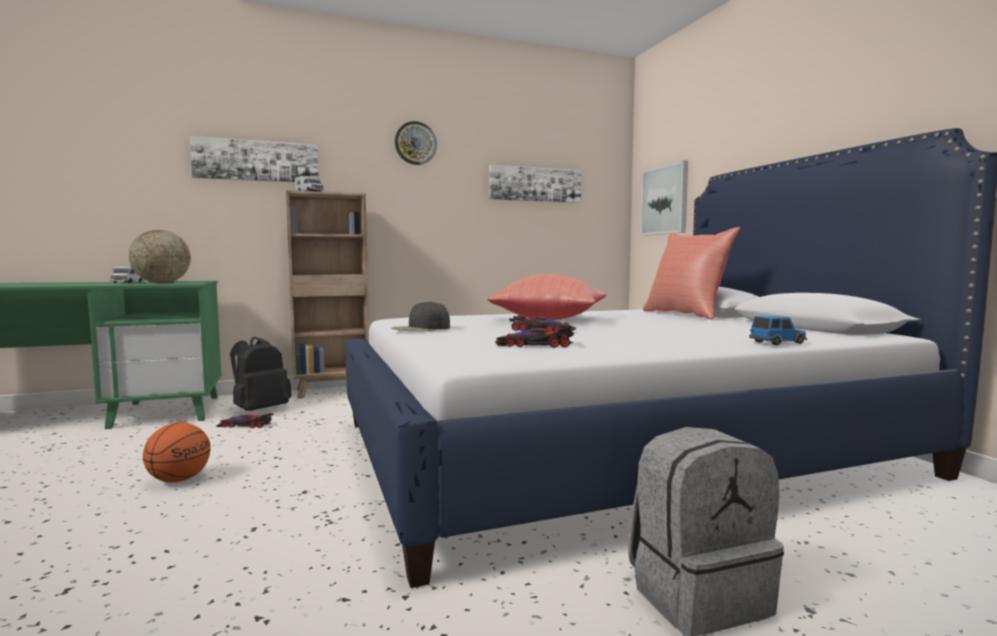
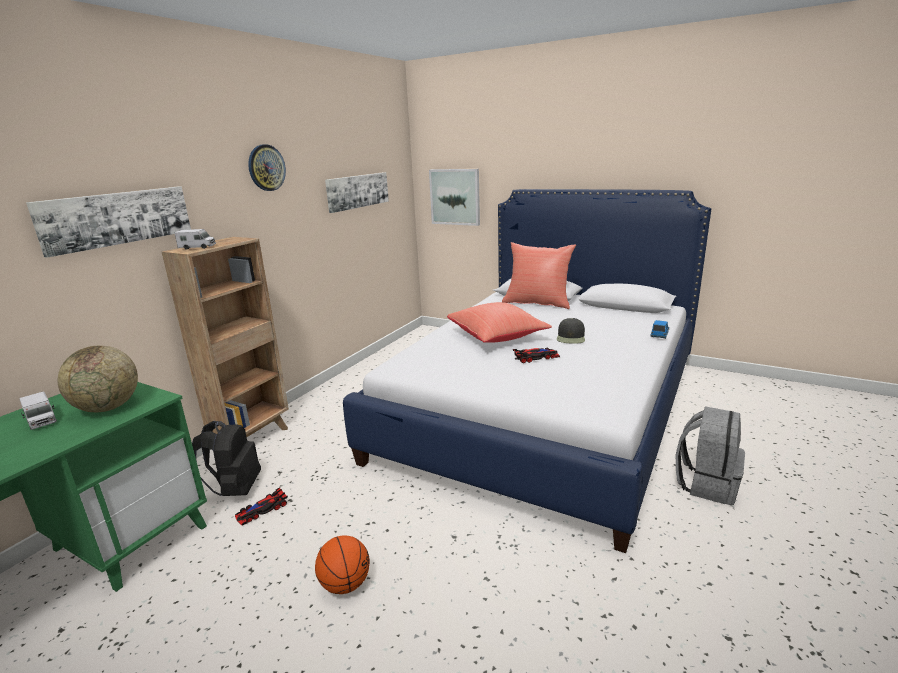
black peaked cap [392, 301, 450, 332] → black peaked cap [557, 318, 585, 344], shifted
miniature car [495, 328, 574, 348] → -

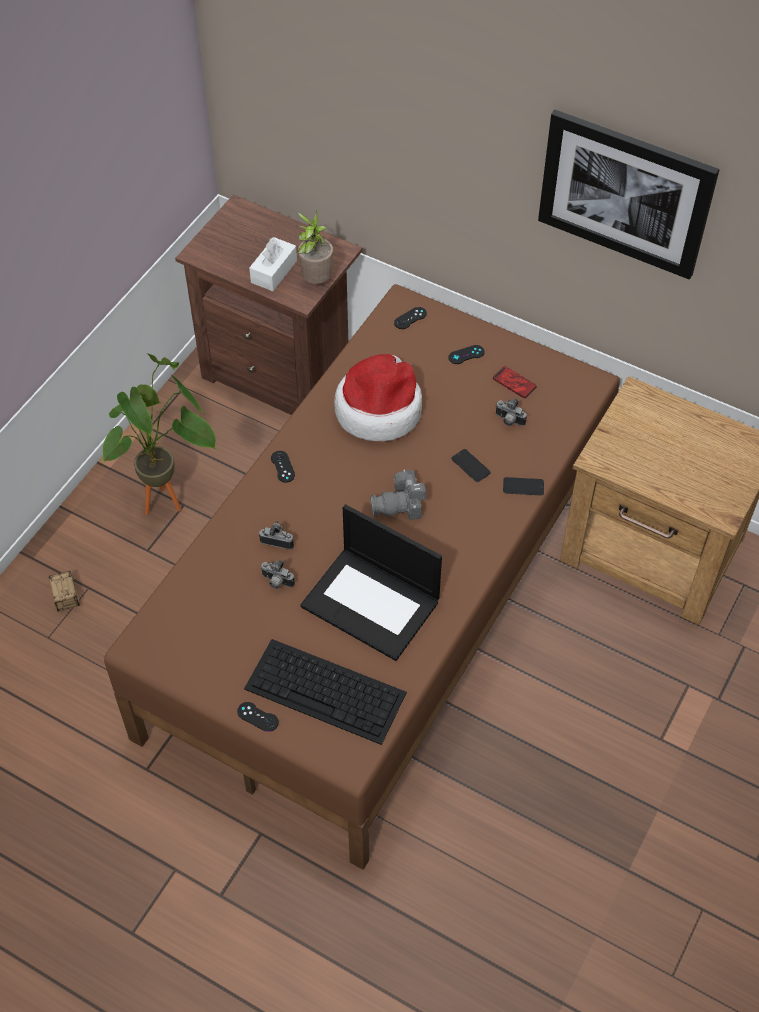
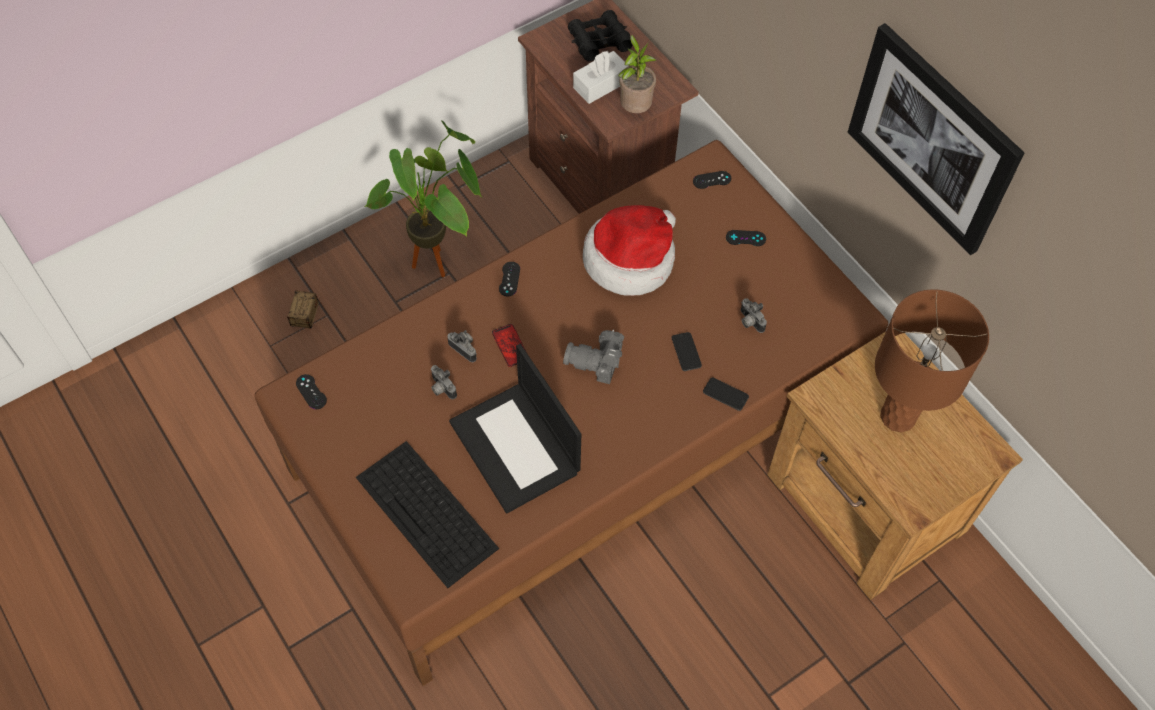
black gamepad [237, 702, 279, 732] → black gamepad [296, 374, 327, 409], shifted
phone [493, 366, 536, 398] → phone [492, 324, 527, 367], shifted
- → black binoculars [568, 10, 632, 61]
- → brown tabletop lamp [875, 289, 989, 432]

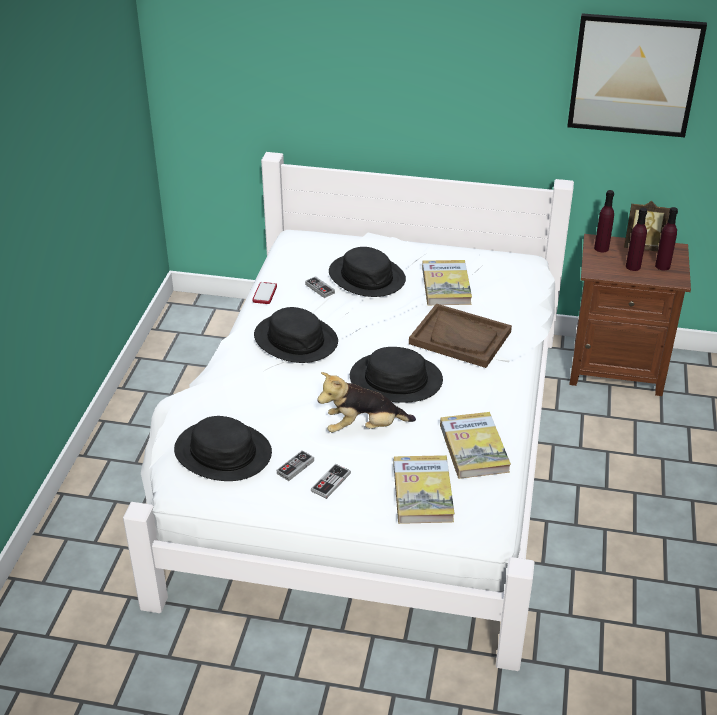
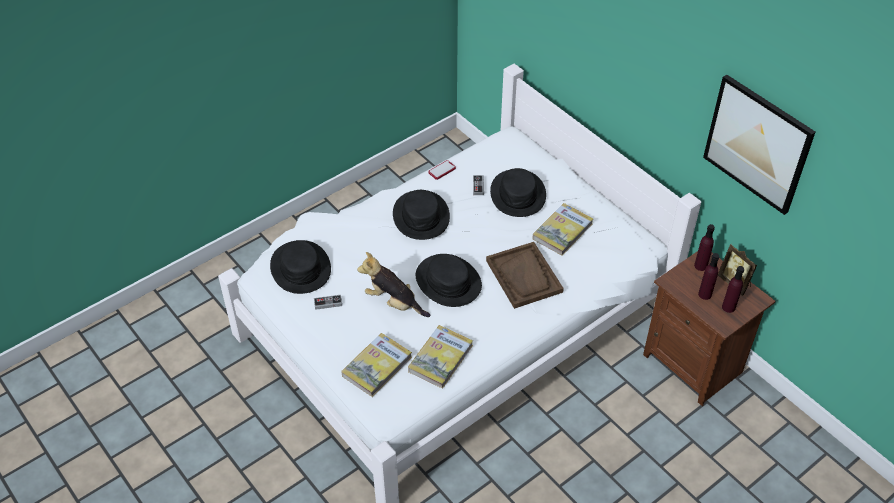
gamepad [311, 464, 351, 499] → -

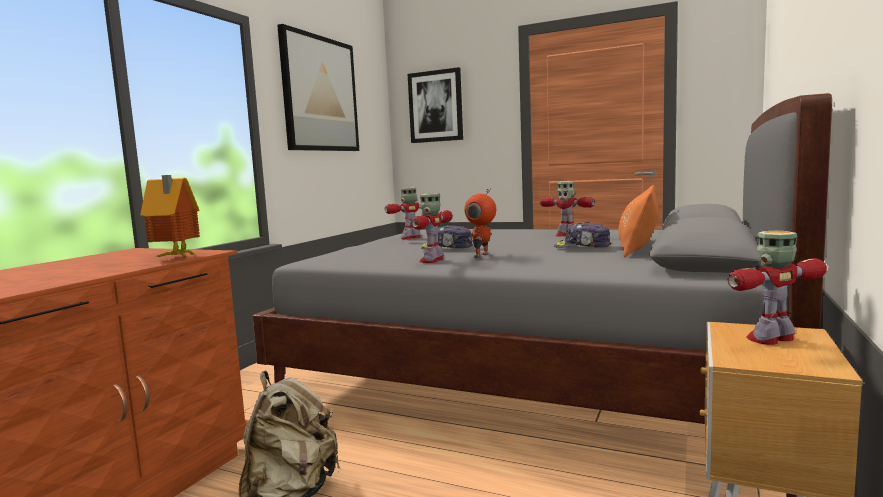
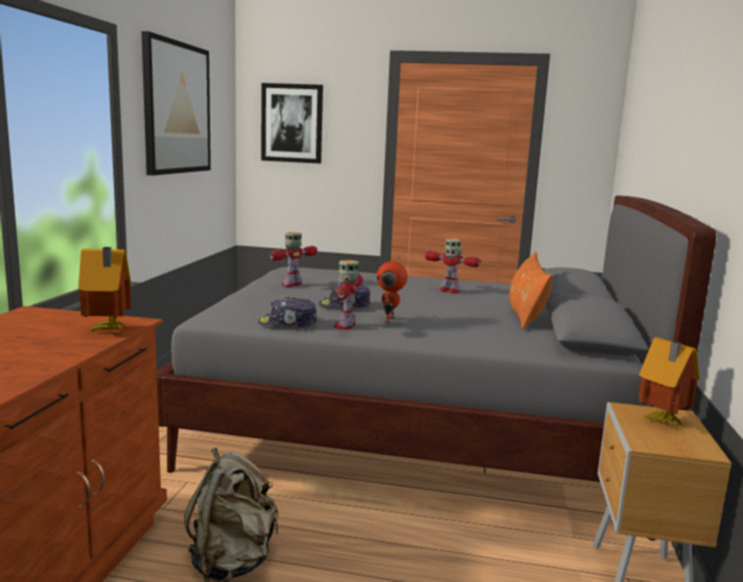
peaked cap [554, 222, 611, 248] → peaked cap [258, 297, 317, 327], shifted
model robot [728, 231, 827, 345] → miniature house [638, 337, 700, 429]

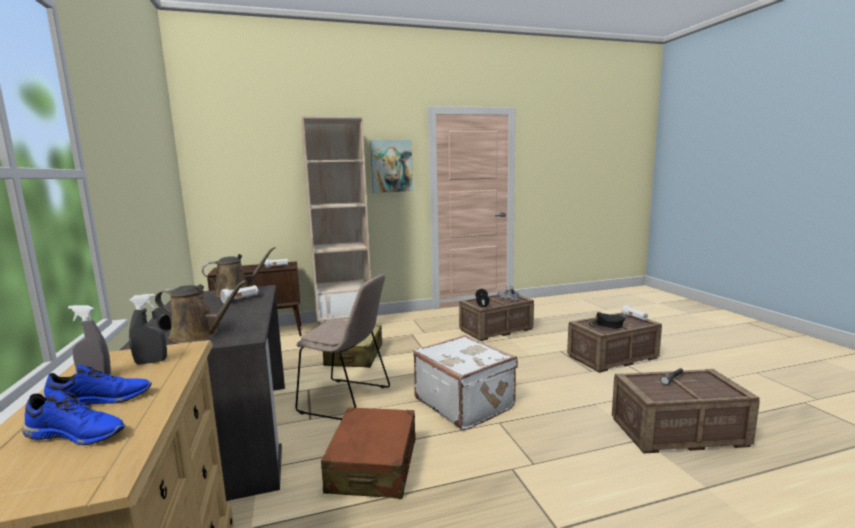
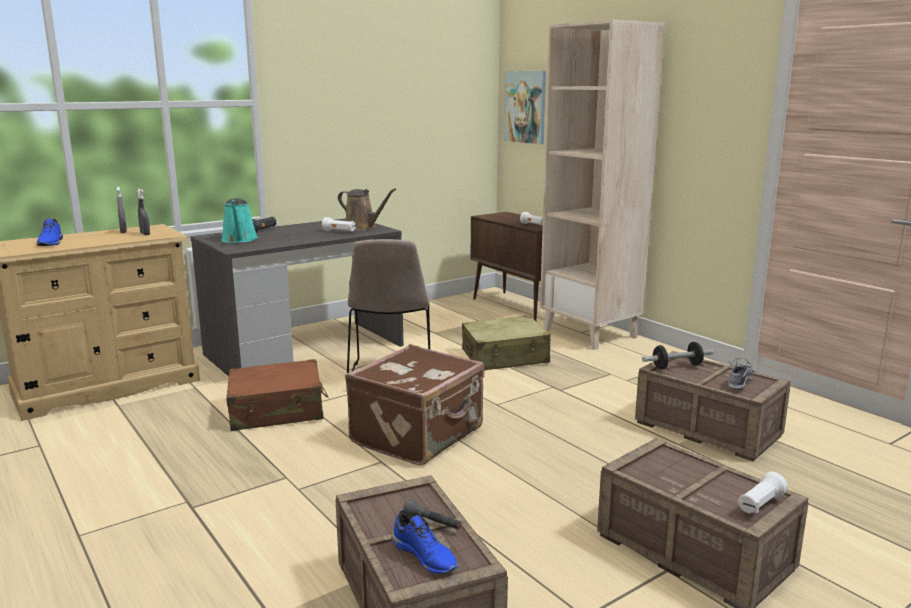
brown sprinkling can [155, 280, 247, 343] → turquoise sprinkling can [221, 198, 258, 243]
white piece of luggage [413, 335, 518, 430] → brown piece of luggage [345, 344, 484, 466]
blue-coloured shoe [44, 365, 152, 405] → blue-coloured shoe [391, 510, 458, 574], shifted
wall picture [370, 140, 413, 193] → wall picture [504, 71, 546, 144], shifted
black peaked cap [589, 312, 625, 329] → -

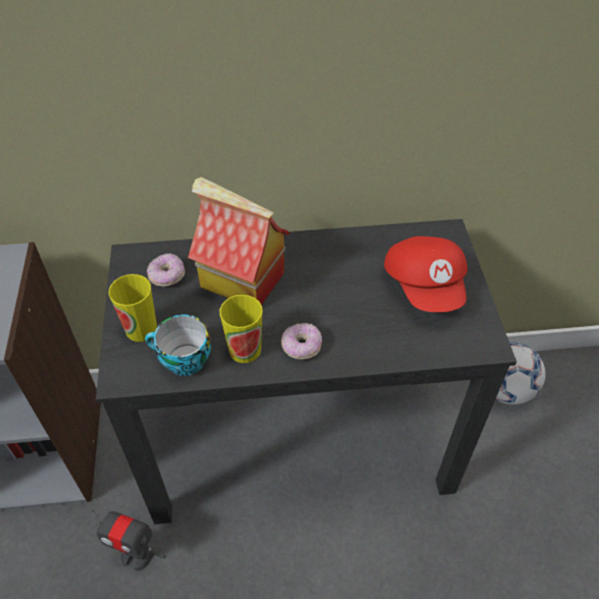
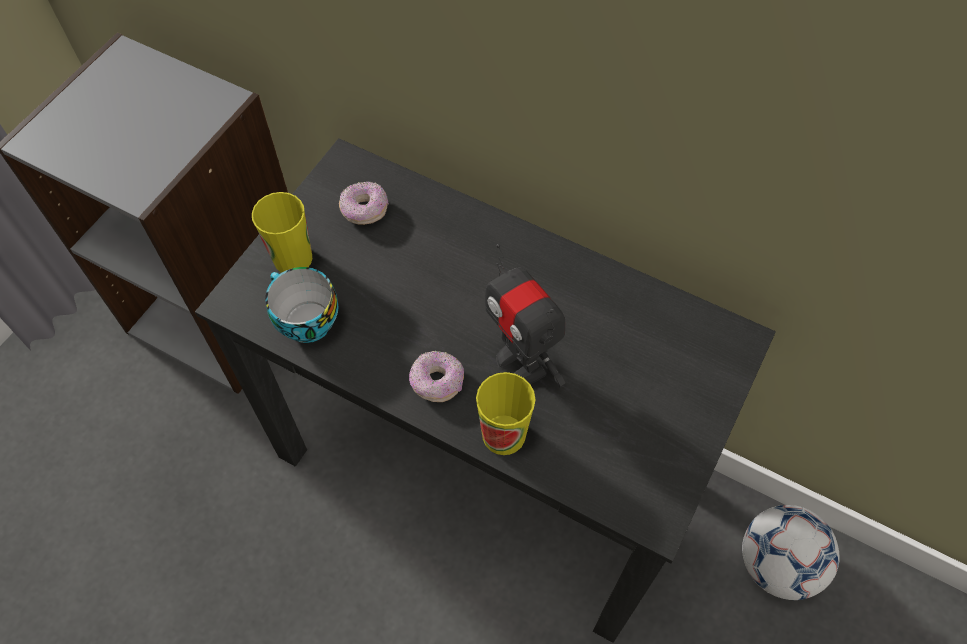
drinking cup [220, 295, 263, 363] → drinking cup [476, 372, 535, 455], shifted
model robot [91, 510, 166, 571] → model robot [485, 244, 565, 387], shifted
miniature house [188, 177, 291, 305] → -
red peaked cap [384, 236, 468, 312] → -

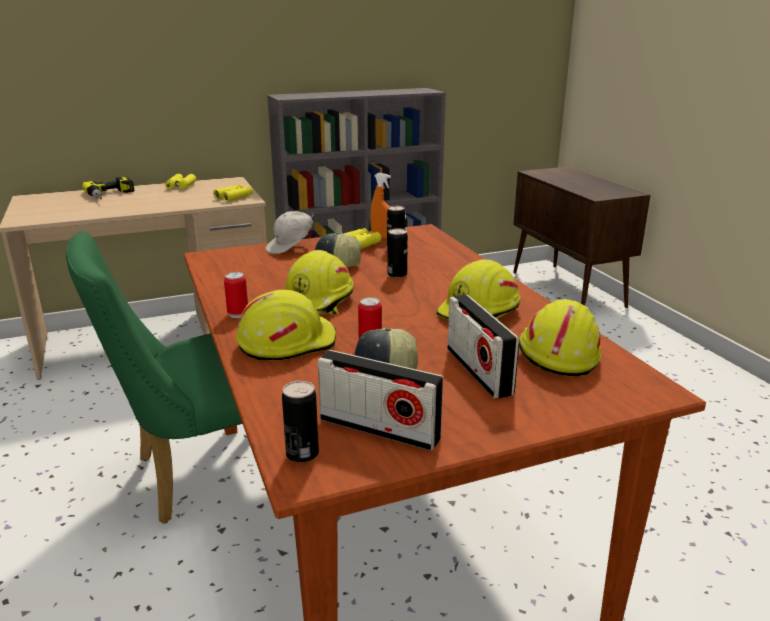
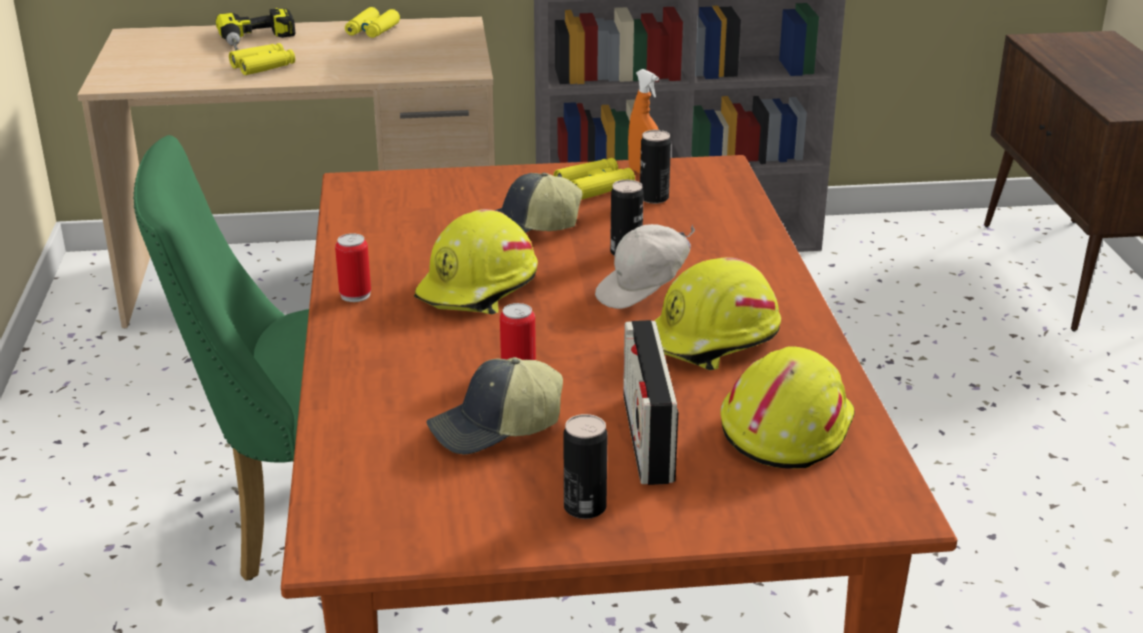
yellow binoculars [213, 185, 253, 202] → yellow binoculars [229, 43, 295, 75], shifted
can [282, 381, 319, 463] → can [564, 414, 608, 519], shifted
white peaked cap [265, 211, 314, 254] → white peaked cap [595, 224, 695, 309], shifted
yellow safety helmet [236, 290, 336, 361] → -
radio receiver [317, 350, 443, 451] → -

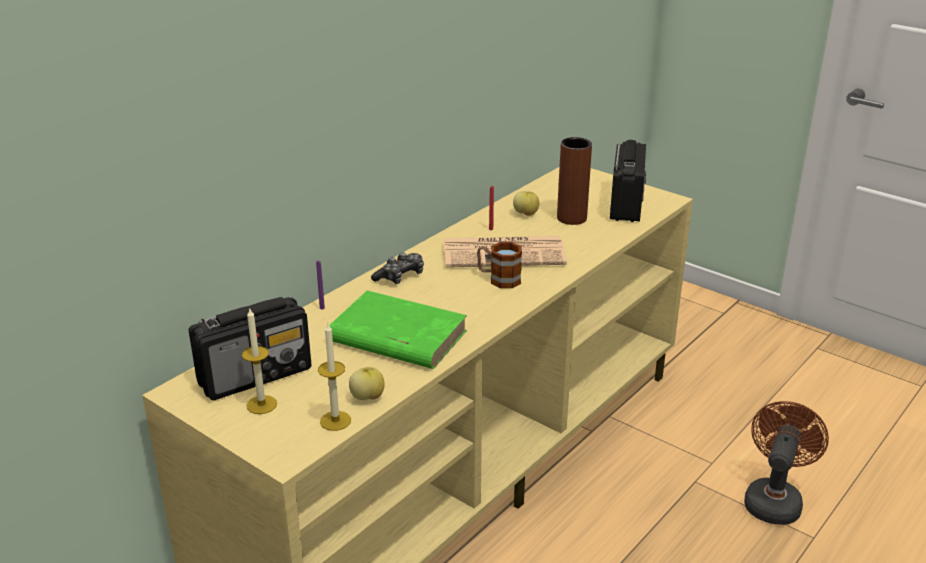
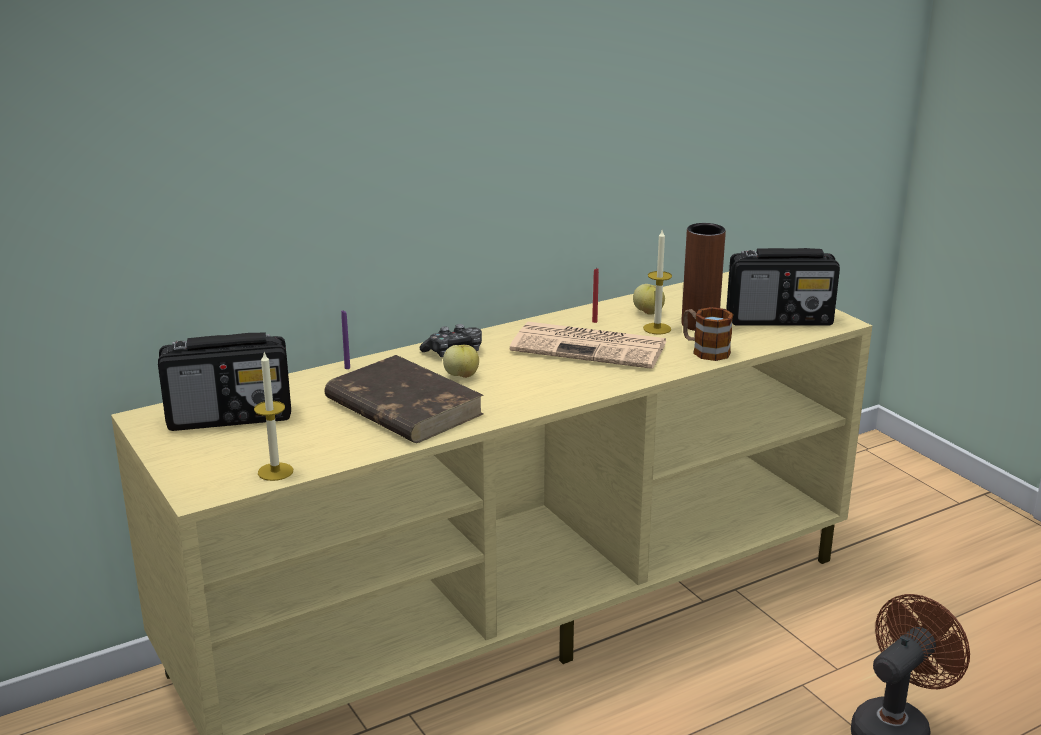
greenish book [329, 291, 467, 369] → brown book [324, 355, 484, 443]
whole apple [349, 367, 385, 400] → whole apple [443, 345, 479, 378], shifted
wax light [242, 307, 277, 414] → wax light [643, 230, 672, 334], shifted
tea mug [477, 242, 522, 288] → tea mug [683, 307, 734, 361], shifted
radio receiver [610, 140, 646, 222] → radio receiver [726, 248, 840, 326], 60 degrees clockwise

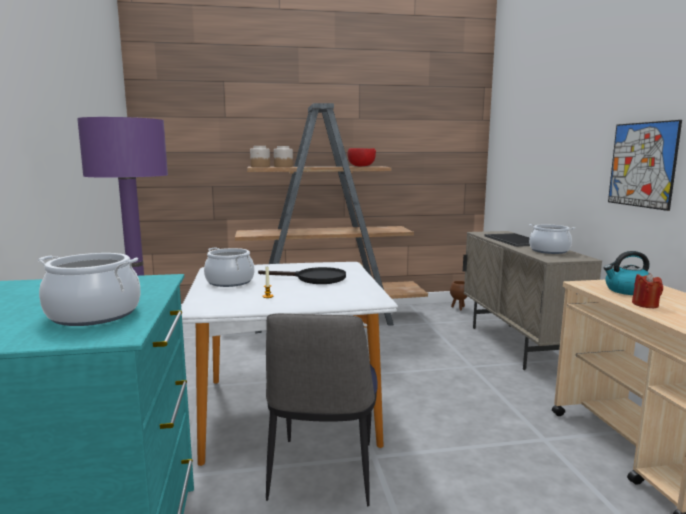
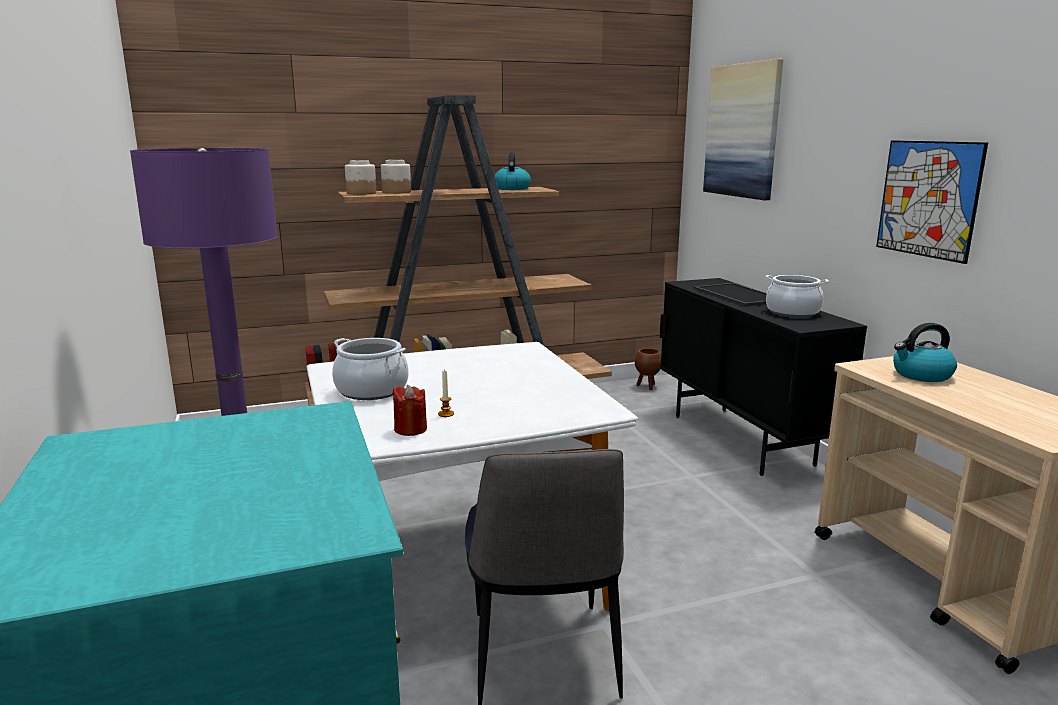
red wax light [632, 273, 663, 308] → red wax light [392, 385, 427, 436], shifted
red bowl [348, 148, 376, 166] → tea kettle [494, 152, 531, 190]
beige-coloured cupboard [463, 231, 602, 370] → black cupboard [660, 278, 867, 476]
- → wall picture [703, 59, 783, 200]
cooking pot [38, 253, 140, 326] → -
black skillet [258, 267, 346, 284] → -

